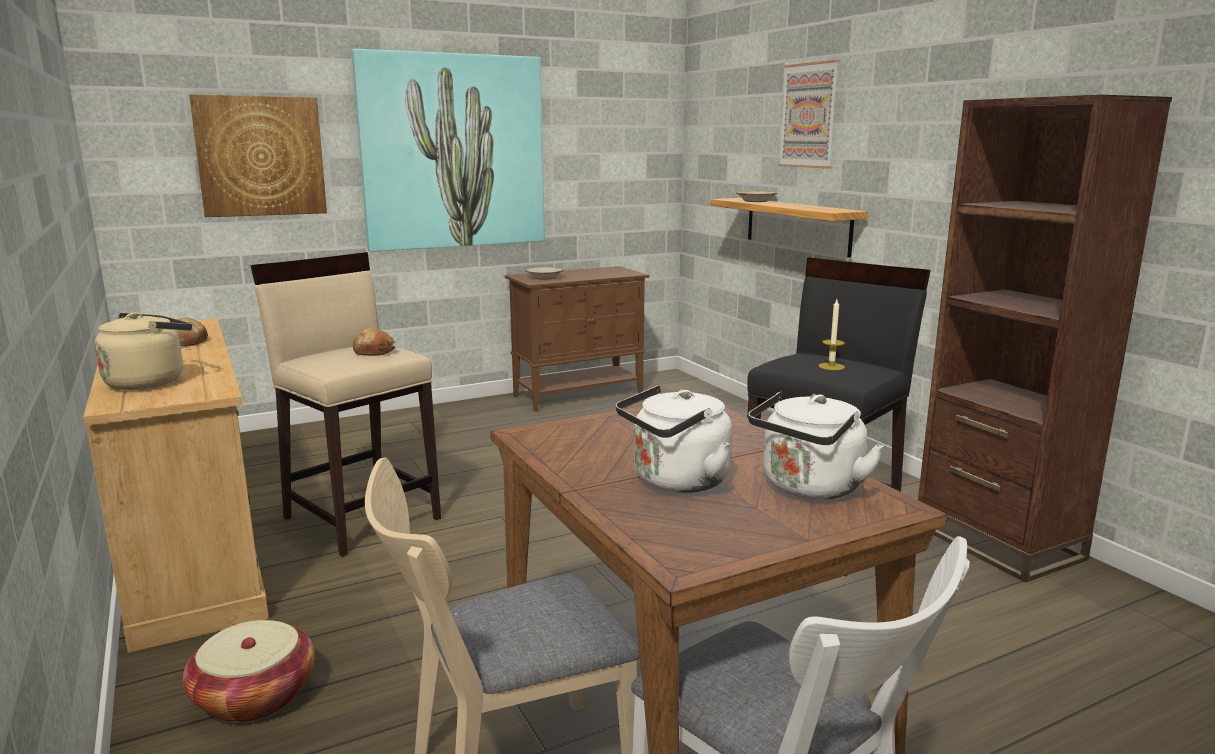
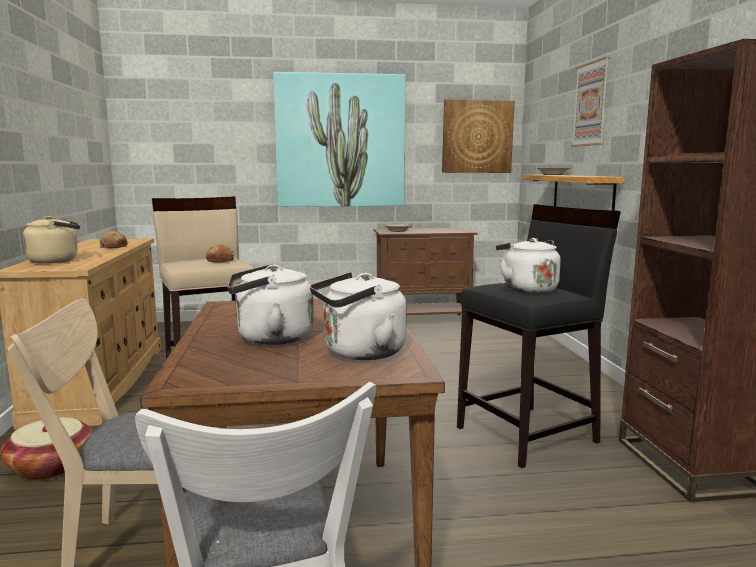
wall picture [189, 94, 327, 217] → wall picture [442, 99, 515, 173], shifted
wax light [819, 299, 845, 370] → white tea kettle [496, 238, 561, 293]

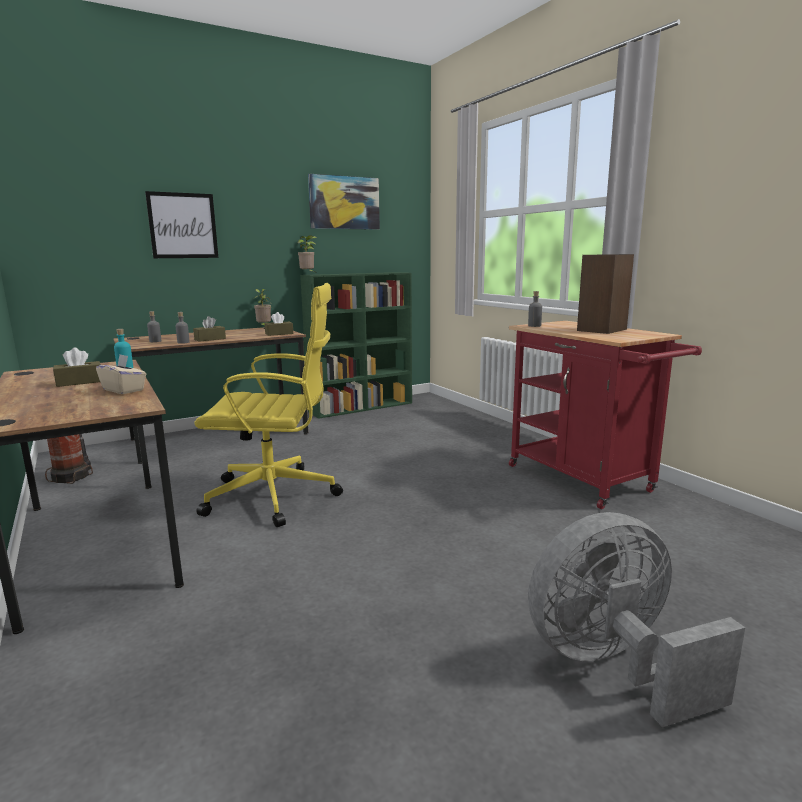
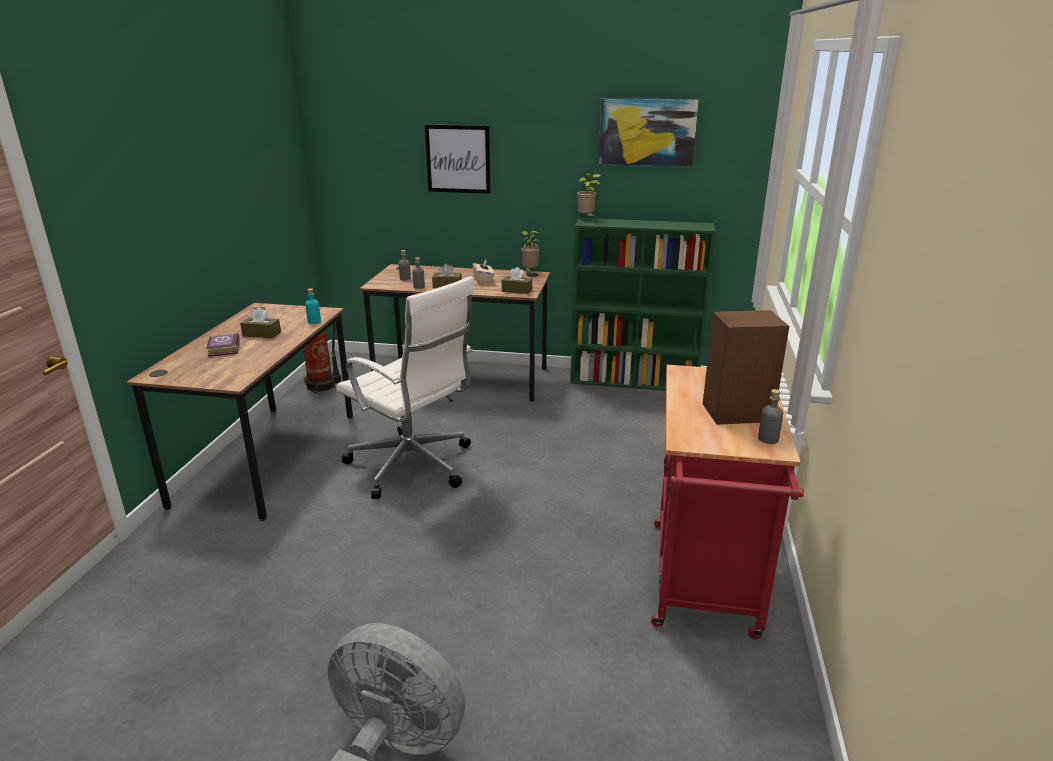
- → book [206, 333, 240, 357]
yellow computer chair [194, 283, 343, 527] → white computer chair [336, 276, 475, 499]
beige-coloured box of tissues [96, 354, 146, 394] → beige-coloured box of tissues [473, 259, 494, 284], shifted
grey drink bottle [528, 291, 542, 327] → grey drink bottle [758, 389, 783, 444], shifted

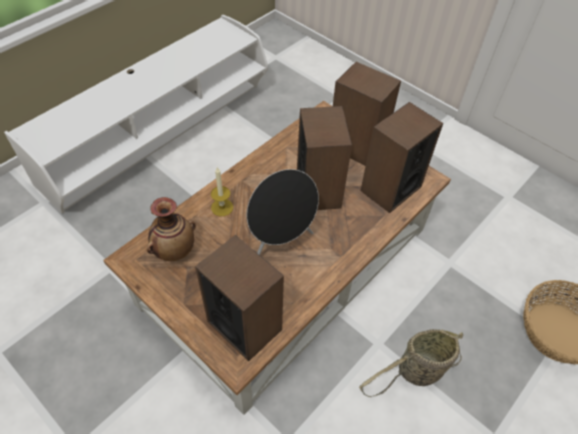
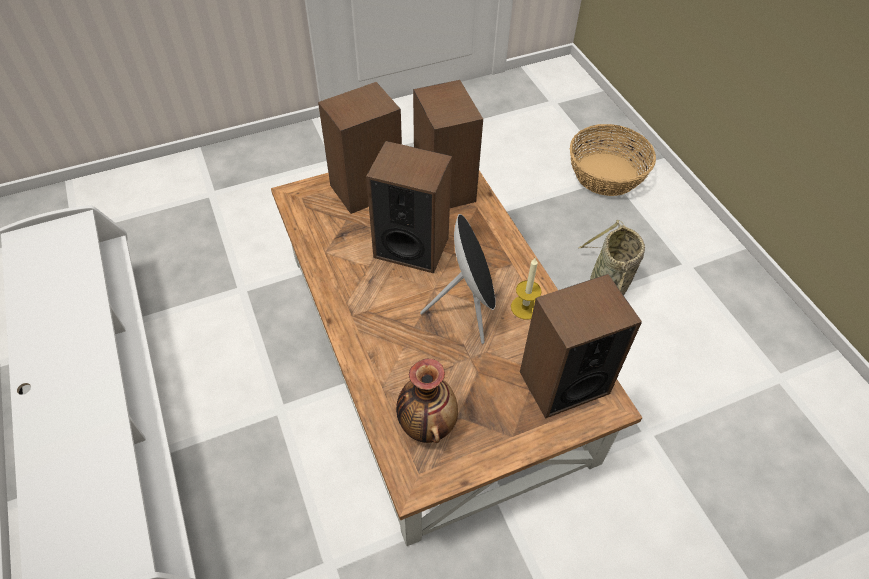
wax light [211, 167, 233, 216] → wax light [511, 257, 542, 319], shifted

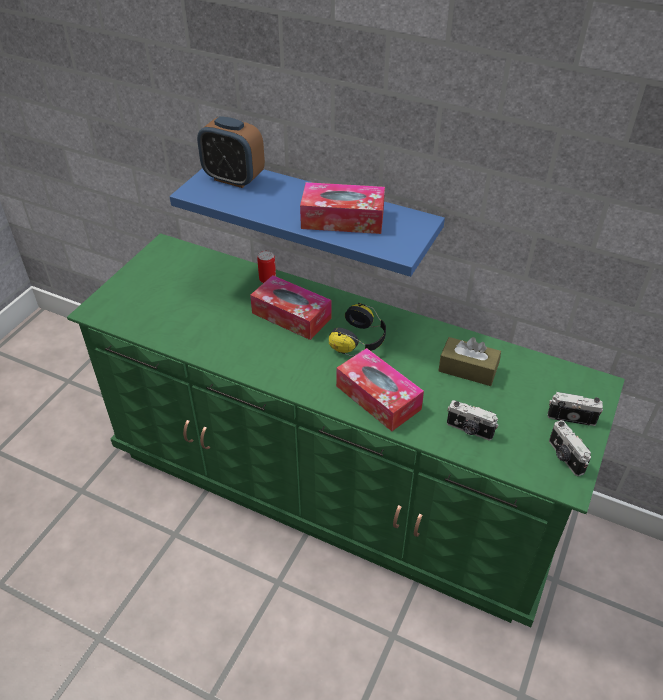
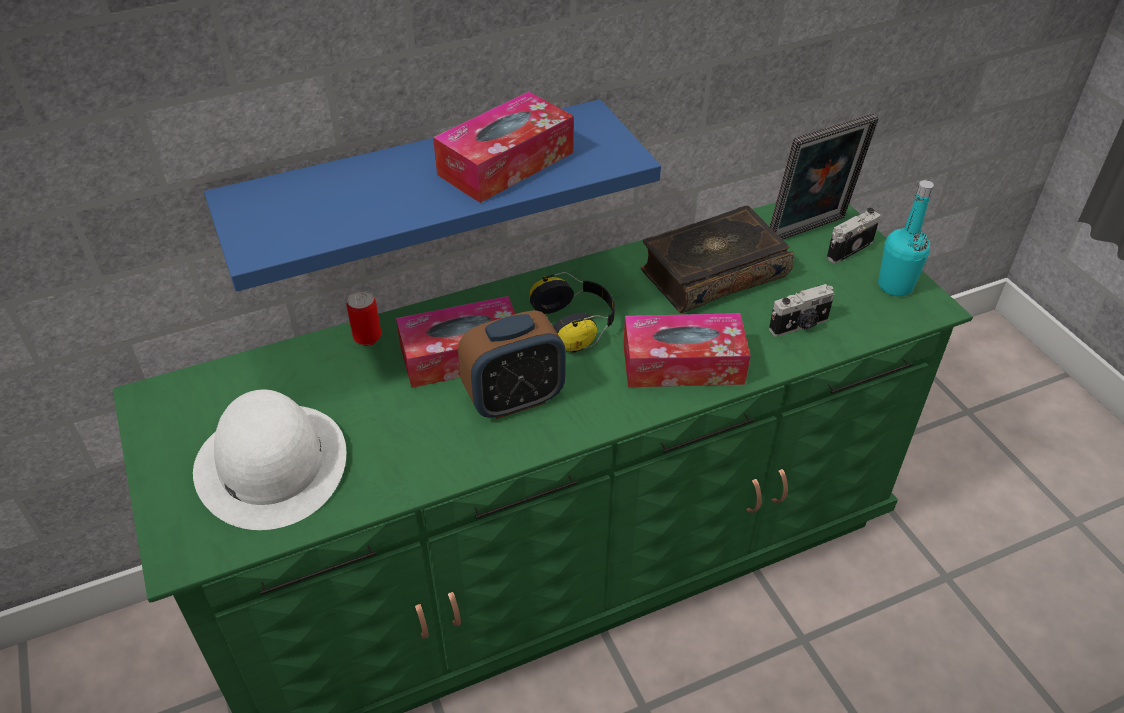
- → white clothing hat [193, 390, 346, 530]
alarm clock [197, 116, 265, 188] → alarm clock [458, 310, 566, 419], shifted
brown box of tissues [439, 337, 501, 386] → book [640, 206, 794, 313]
- → standing frame [769, 113, 879, 240]
still camera [549, 420, 591, 476] → turquoise drink bottle [878, 180, 934, 296]

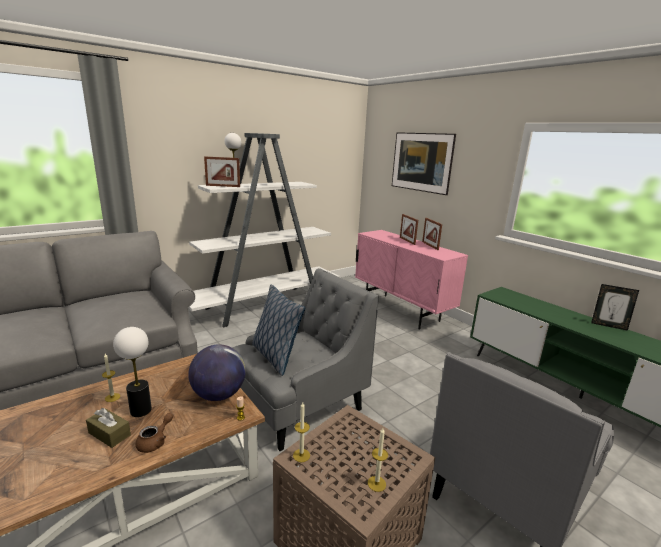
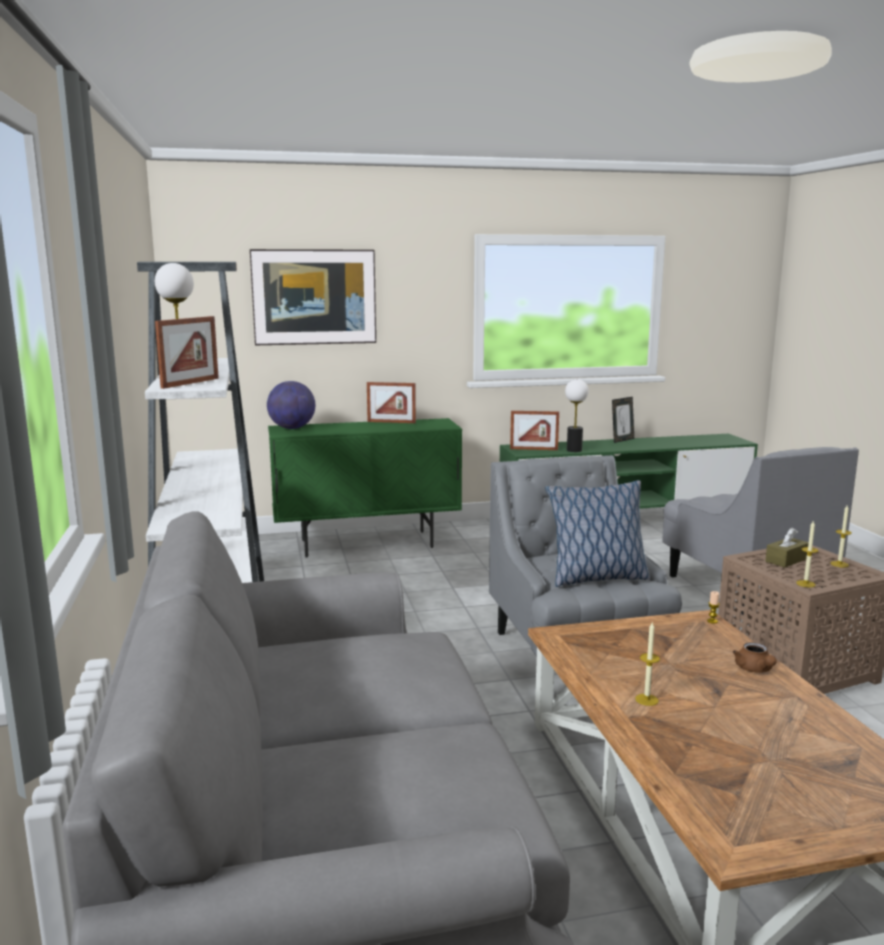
globe [188, 344, 246, 401] → globe [267, 381, 315, 429], shifted
pinkish cupboard [355, 230, 468, 330] → greenish cupboard [268, 418, 462, 558]
standing frame [400, 214, 418, 245] → standing frame [510, 411, 559, 450], shifted
tabletop lamp [113, 327, 152, 417] → tabletop lamp [565, 379, 589, 452], shifted
brown teapot [136, 413, 173, 453] → brown teapot [733, 642, 777, 673], 150 degrees counterclockwise
brown box of tissues [86, 408, 131, 448] → brown box of tissues [765, 528, 809, 568], shifted

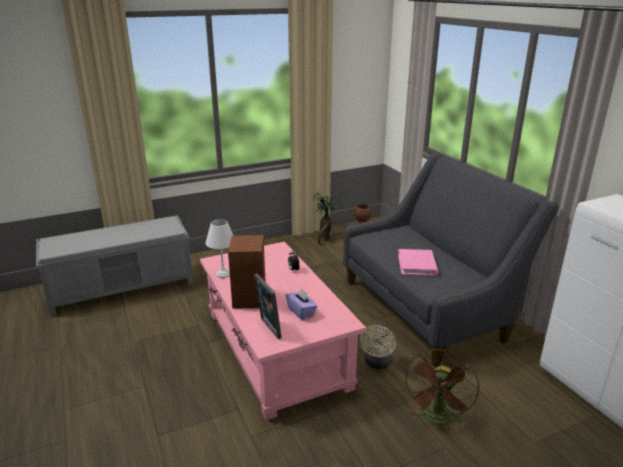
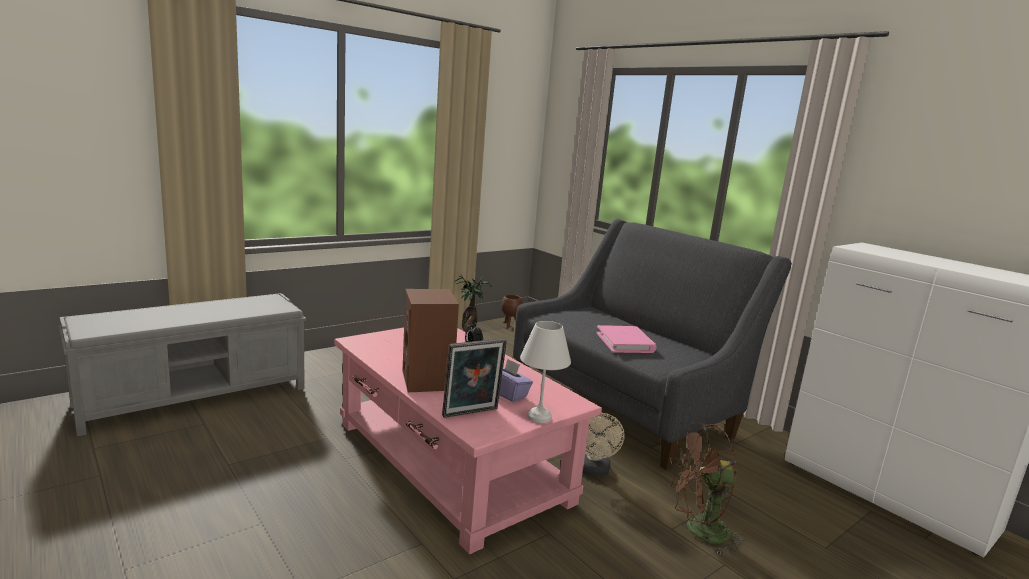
standing frame [254, 274, 282, 339] → standing frame [442, 338, 507, 418], 75 degrees counterclockwise
white tabletop lamp [206, 219, 234, 278] → white tabletop lamp [520, 321, 571, 423], shifted
brown cooling fan [404, 349, 479, 425] → brown cooling fan [669, 422, 746, 554], 75 degrees clockwise

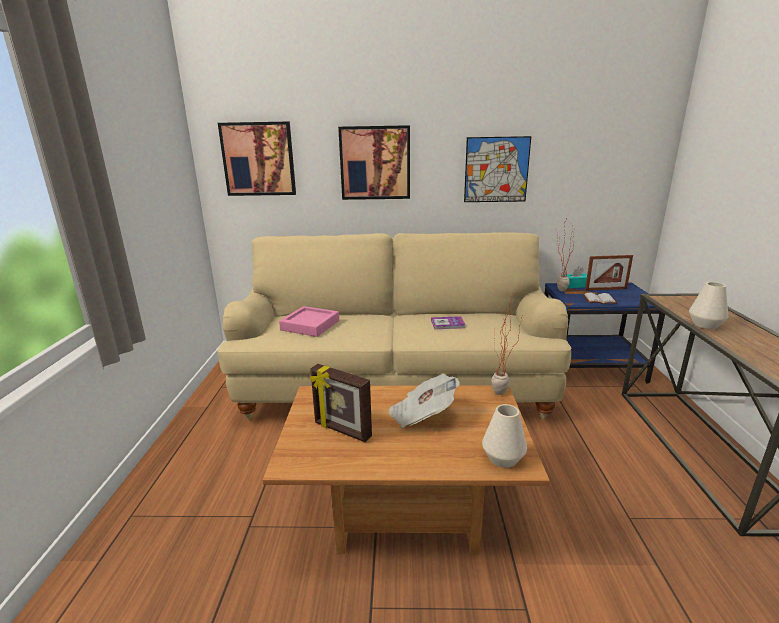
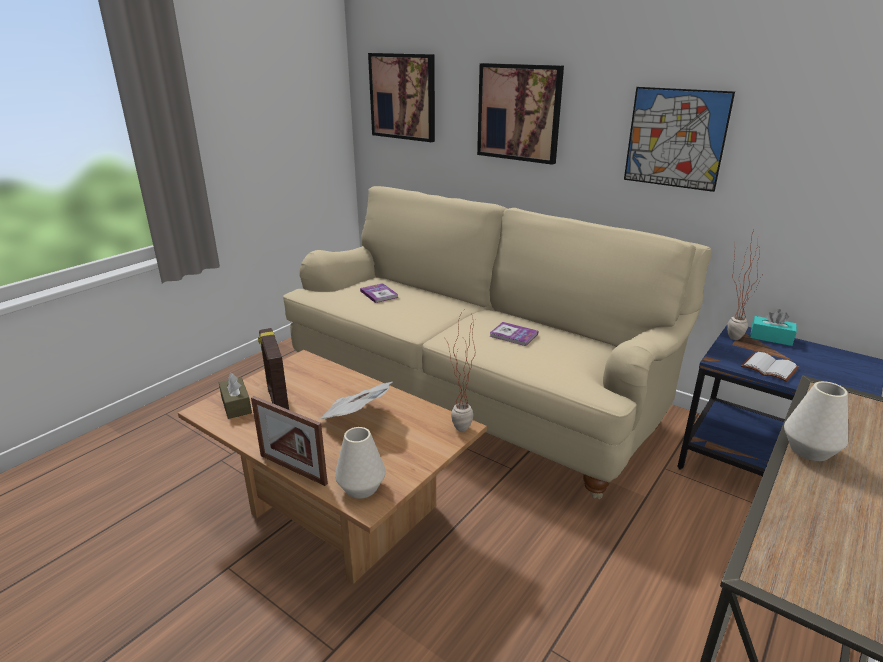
- → brown box of tissues [219, 373, 252, 419]
standing frame [585, 255, 633, 291] → standing frame [251, 396, 328, 486], shifted
pinkish carrying tray [279, 306, 339, 337] → book [360, 283, 398, 303]

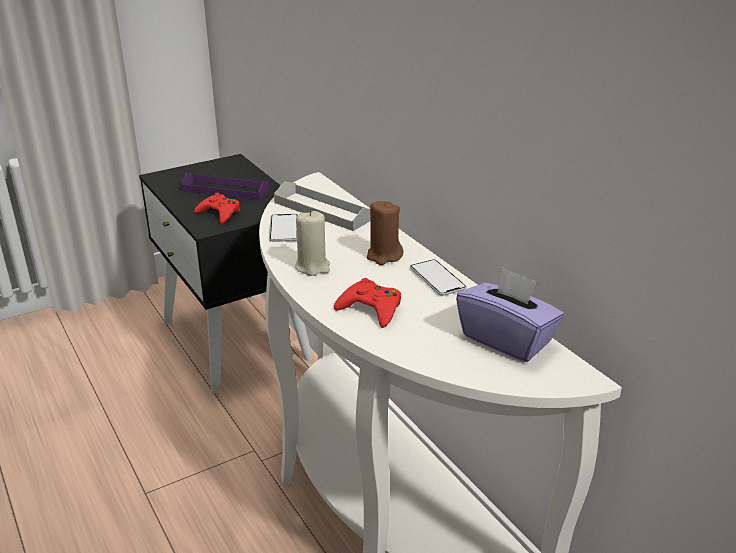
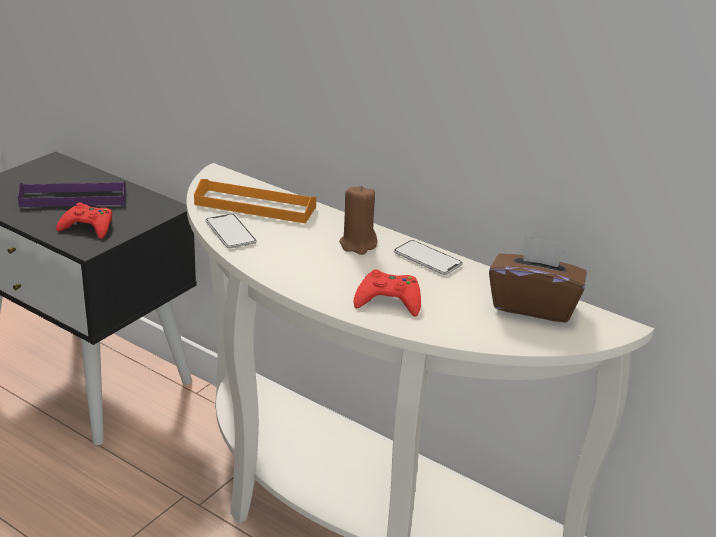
grey carrying tray [274, 181, 370, 231] → orange-coloured carrying tray [194, 179, 316, 224]
purple-coloured box of tissues [456, 267, 564, 362] → brown box of tissues [489, 235, 586, 323]
beige-coloured wax light [295, 210, 330, 276] → -

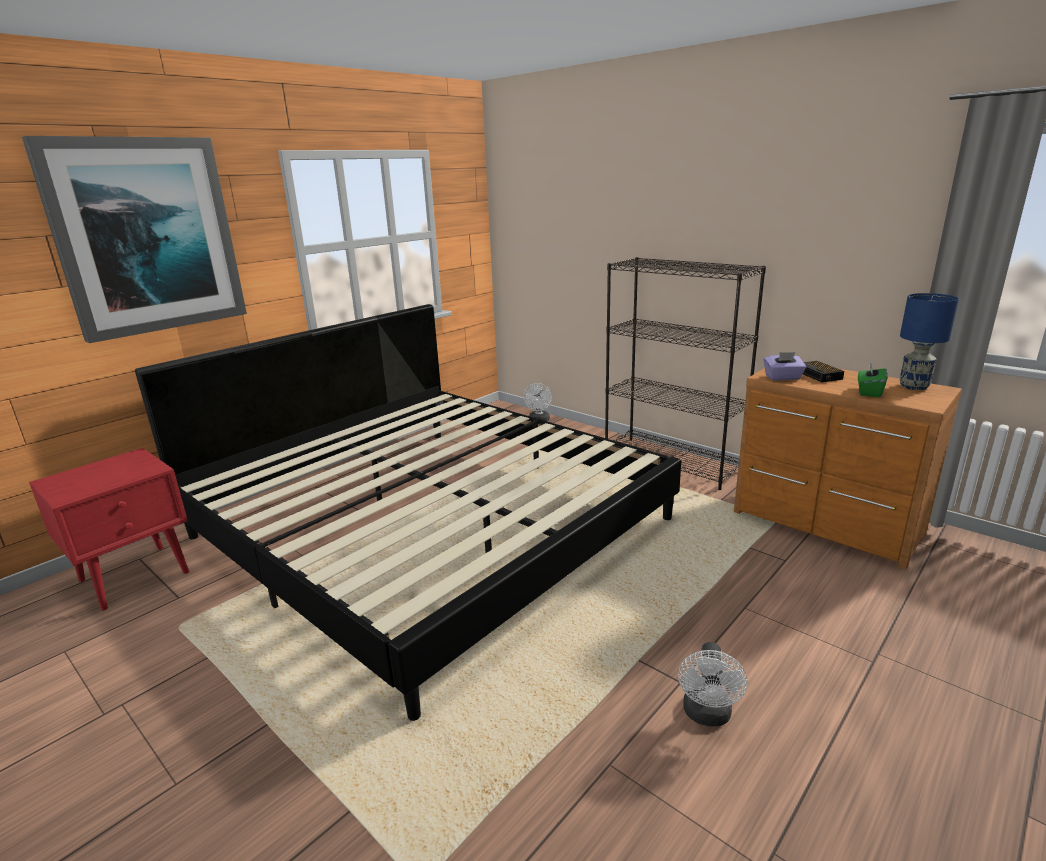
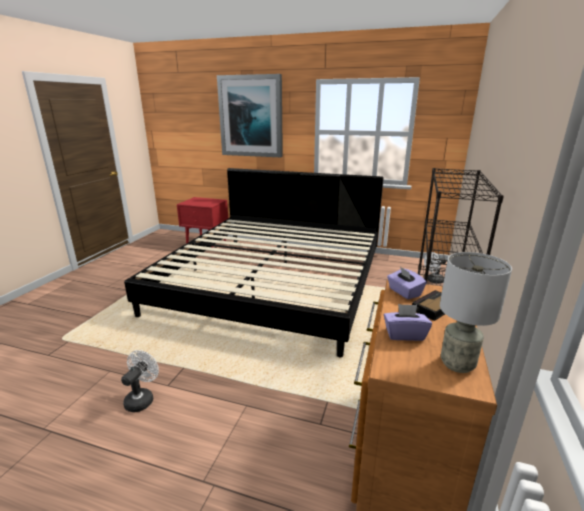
white cooling fan [678, 642, 747, 727] → white cooling fan [121, 350, 159, 412], 120 degrees clockwise
greenish box of tissues [858, 362, 888, 397] → purple-coloured box of tissues [384, 304, 432, 341]
blue-coloured tabletop lamp [900, 293, 959, 390] → grey tabletop lamp [440, 252, 512, 373]

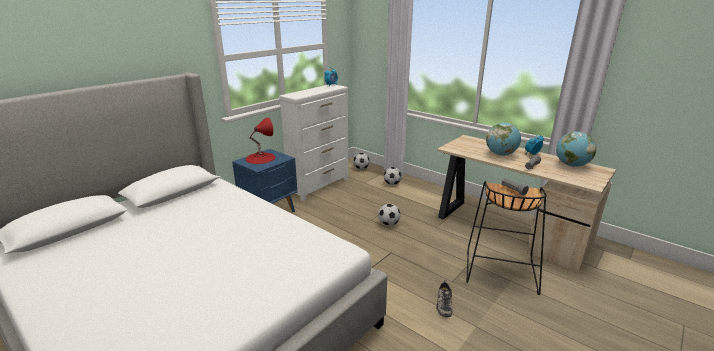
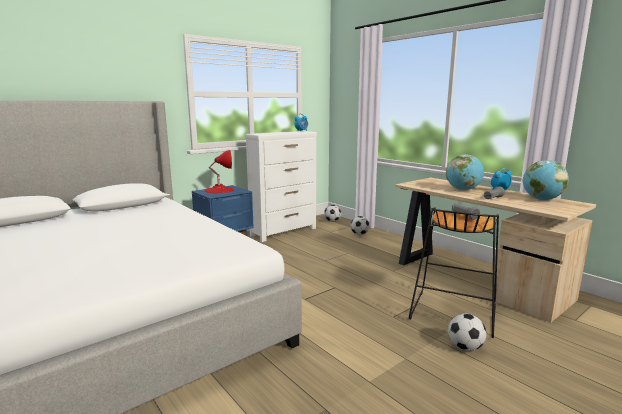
football ball [378, 204, 400, 226] → football ball [448, 313, 486, 351], shifted
shoe [436, 279, 452, 318] → -

